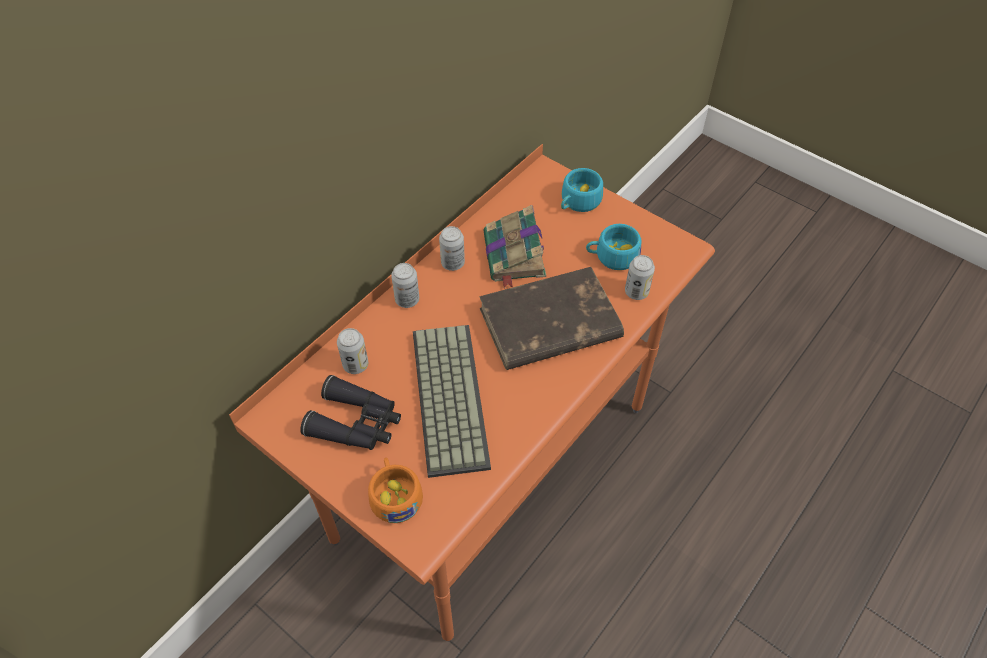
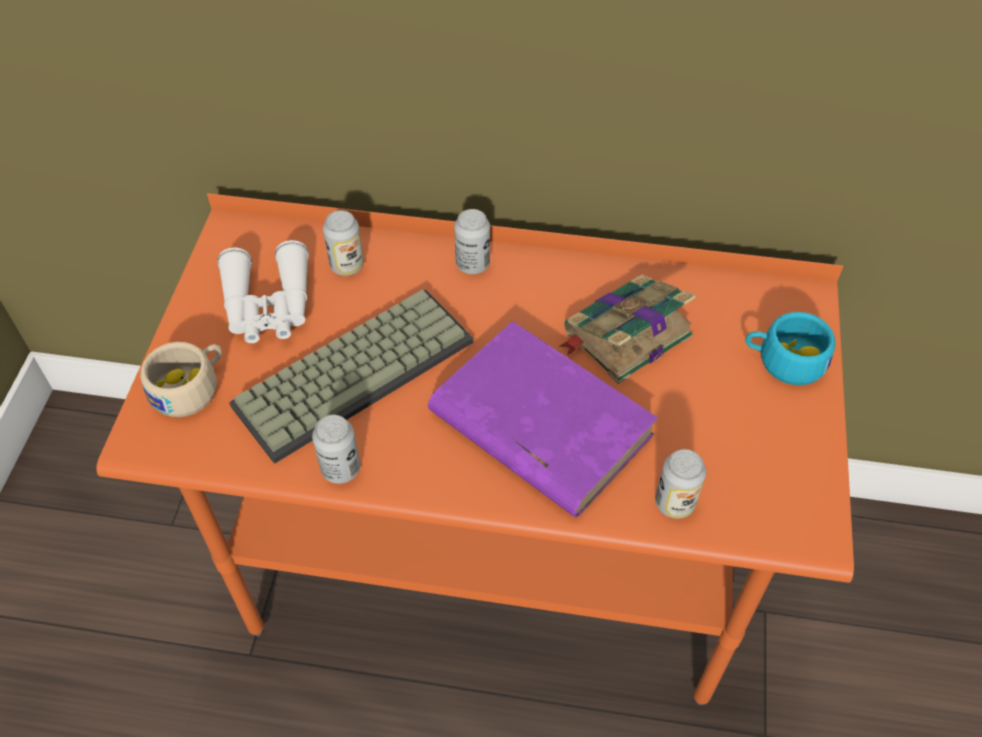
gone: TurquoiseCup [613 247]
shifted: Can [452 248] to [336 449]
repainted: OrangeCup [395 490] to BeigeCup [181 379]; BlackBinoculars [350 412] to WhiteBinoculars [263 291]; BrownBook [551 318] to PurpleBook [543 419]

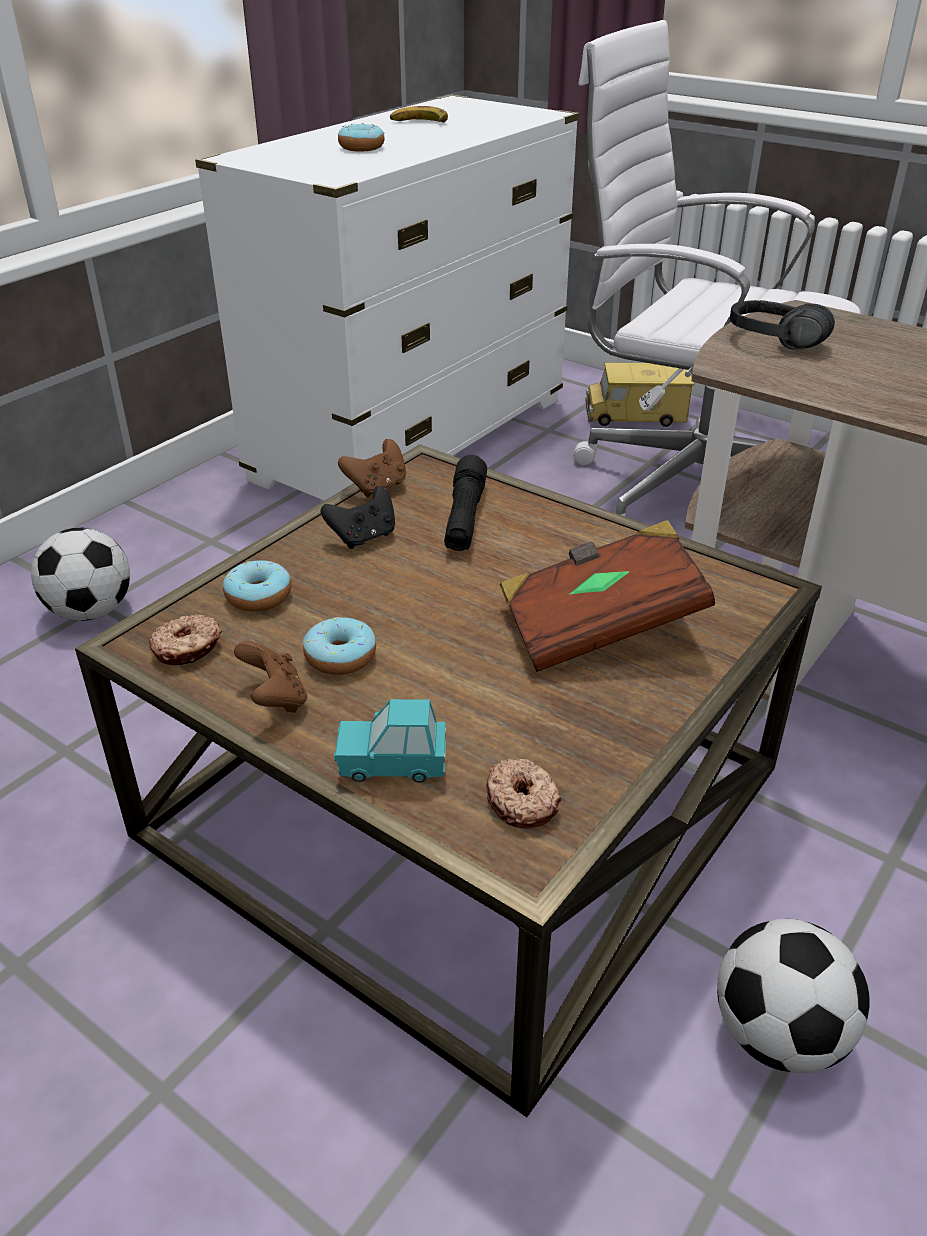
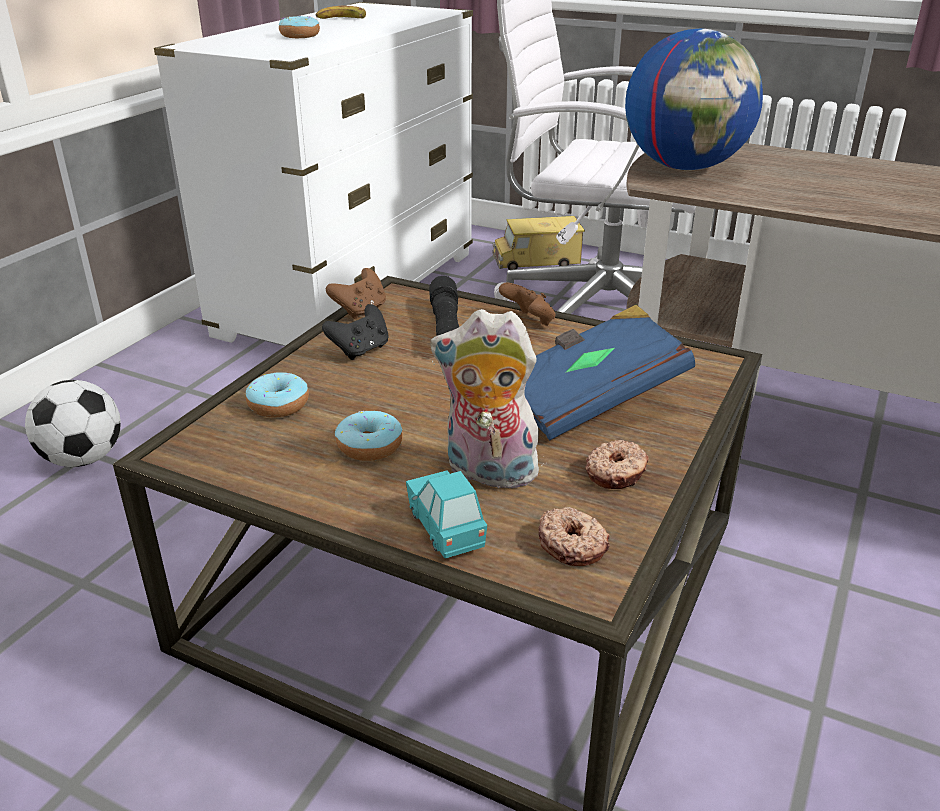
gone: Football [793 996]
new: PlushToy [486 401]
shifted: BrownGameController [270 677] to [527 304]; Donut [185 639] to [617 464]
swapped: BlackHeadphones [782 325] to Globe [694 99]
repainted: BrownBook [607 596] to BlueBook [609 372]
rotated: TurquoiseToyCar [390 741] = [446 514] 75 degrees clockwise

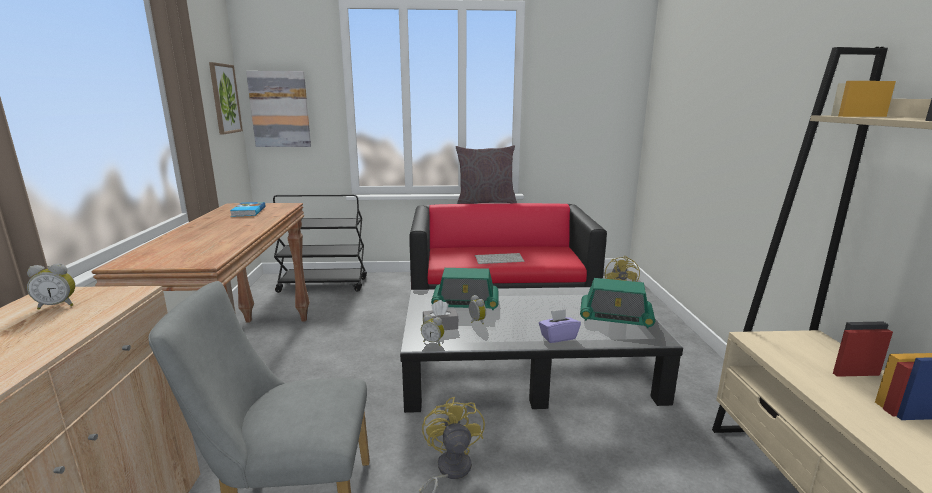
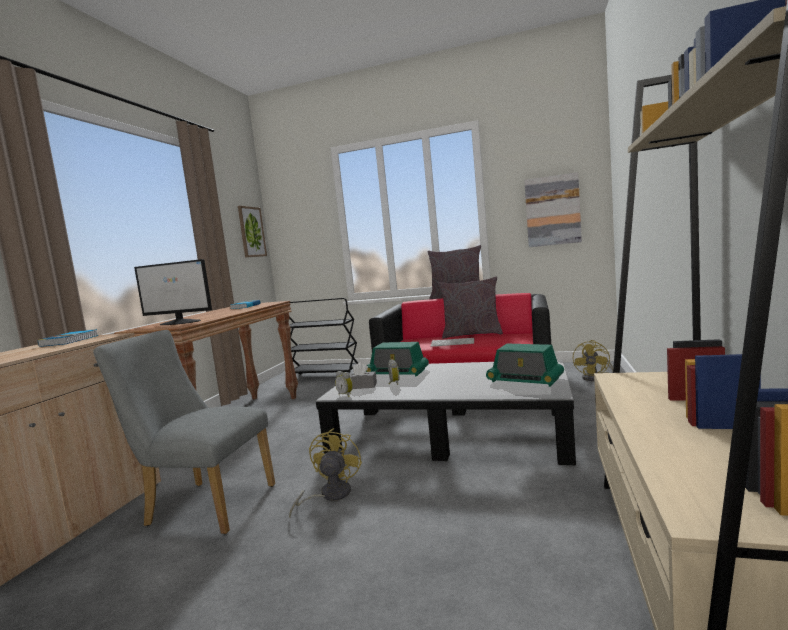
gone: PurpleTissueBox [560 326]
new: Monitor [173 292]; GreyPillow [471 307]
shifted: Picture [278 109] to [553 209]
swapped: AlarmClock [51 286] to Book [68 338]

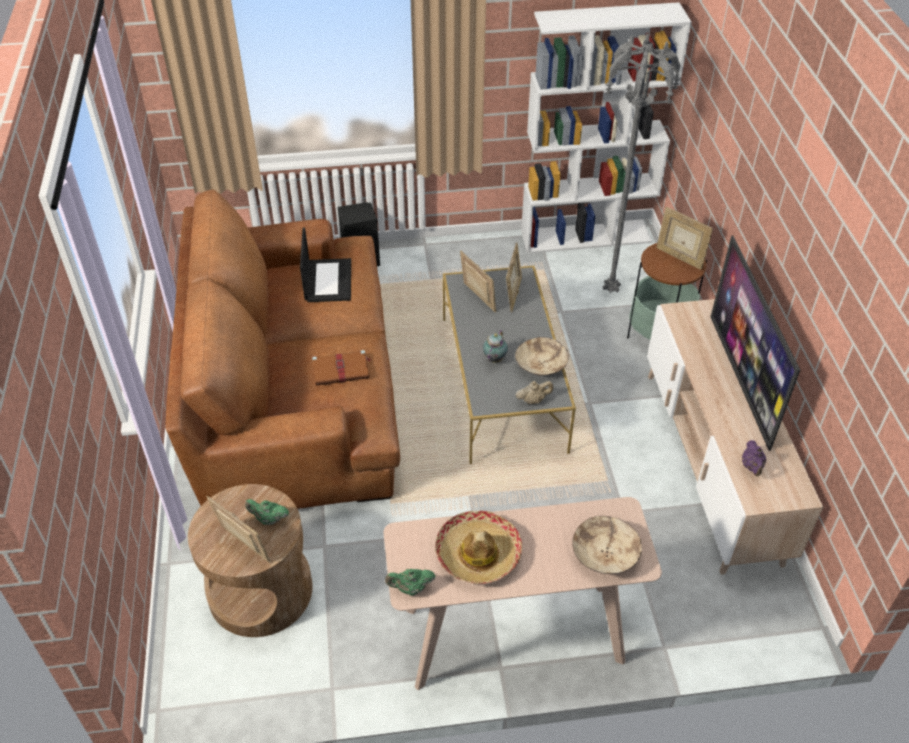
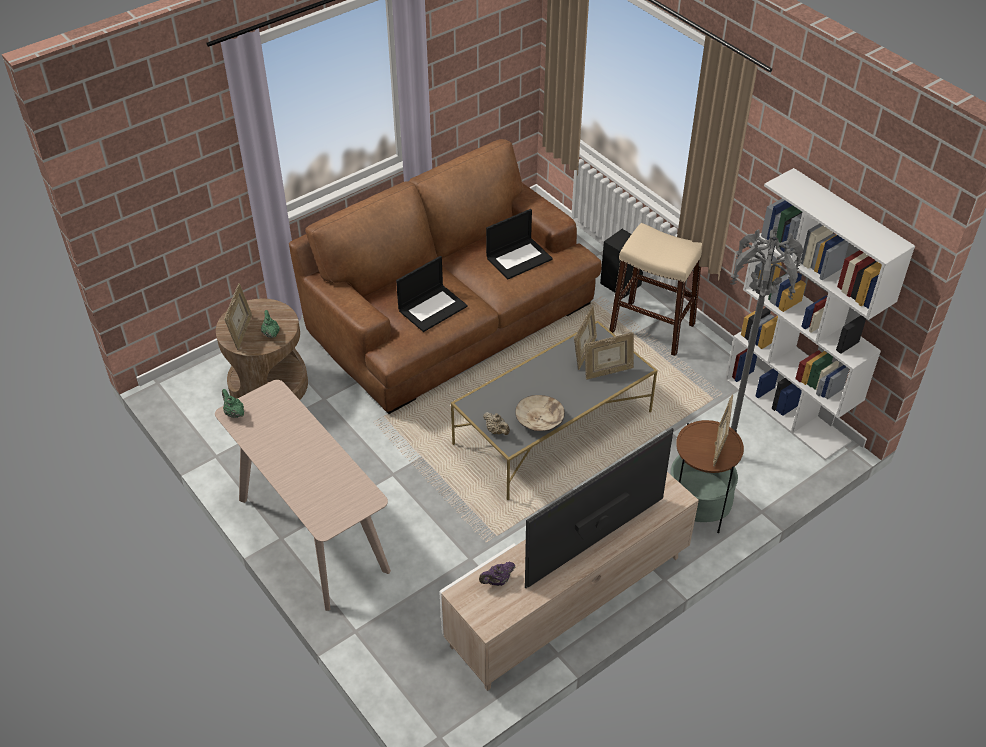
gone: Hat [478 547]; Teapot [495 346]; BeigeBowl [607 545]
new: BeigeStool [655 289]
swapped: BrownBook [341 367] to Laptop [431 294]

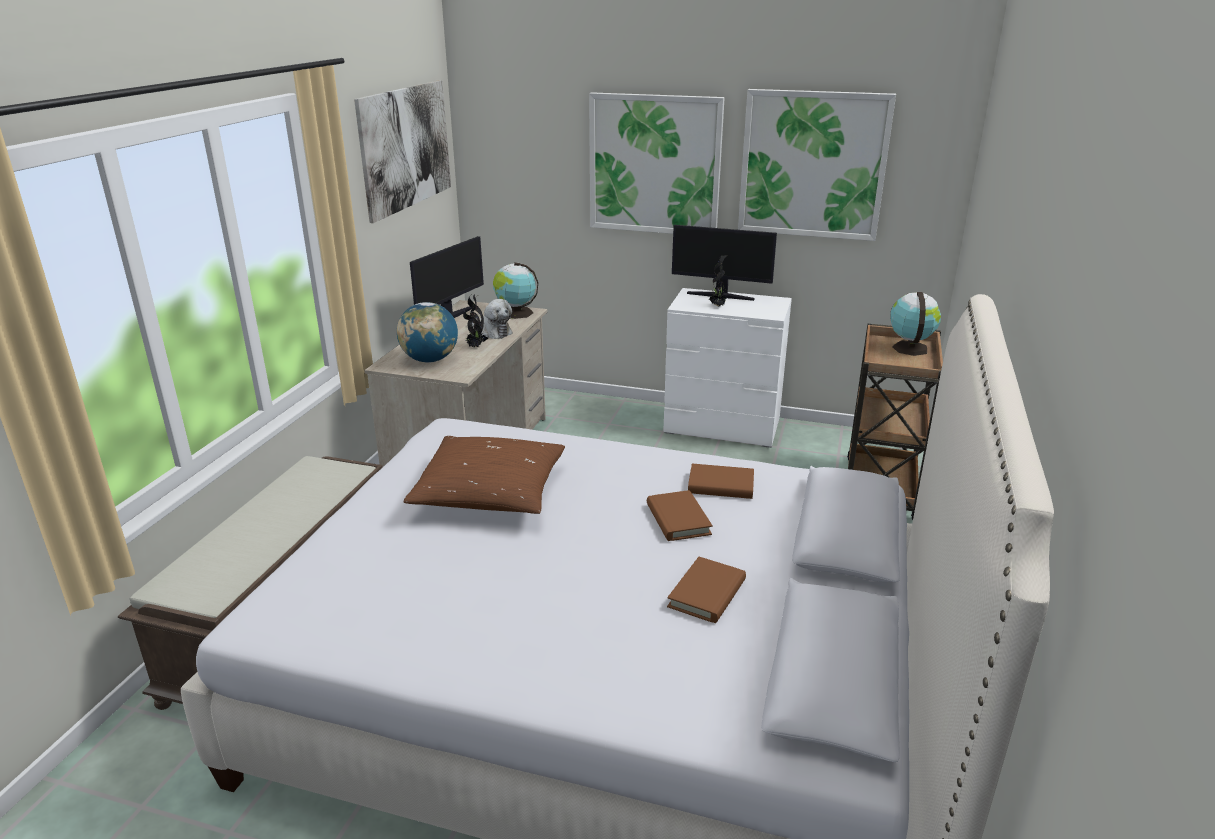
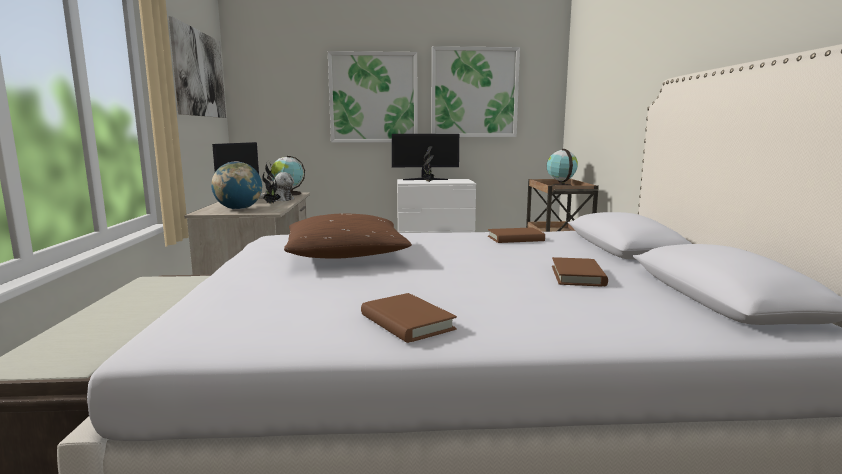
shifted: BrownBook [680 515] to [409 318]

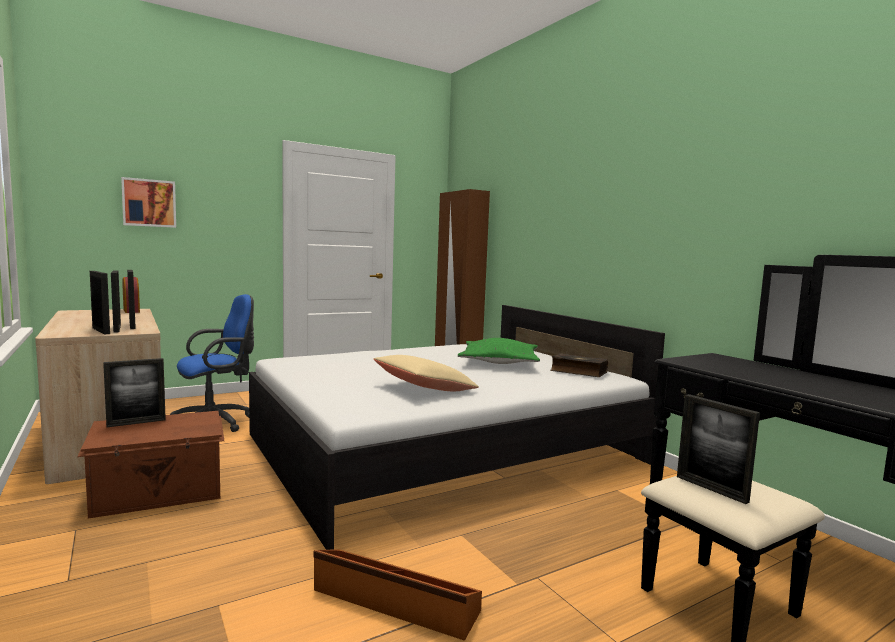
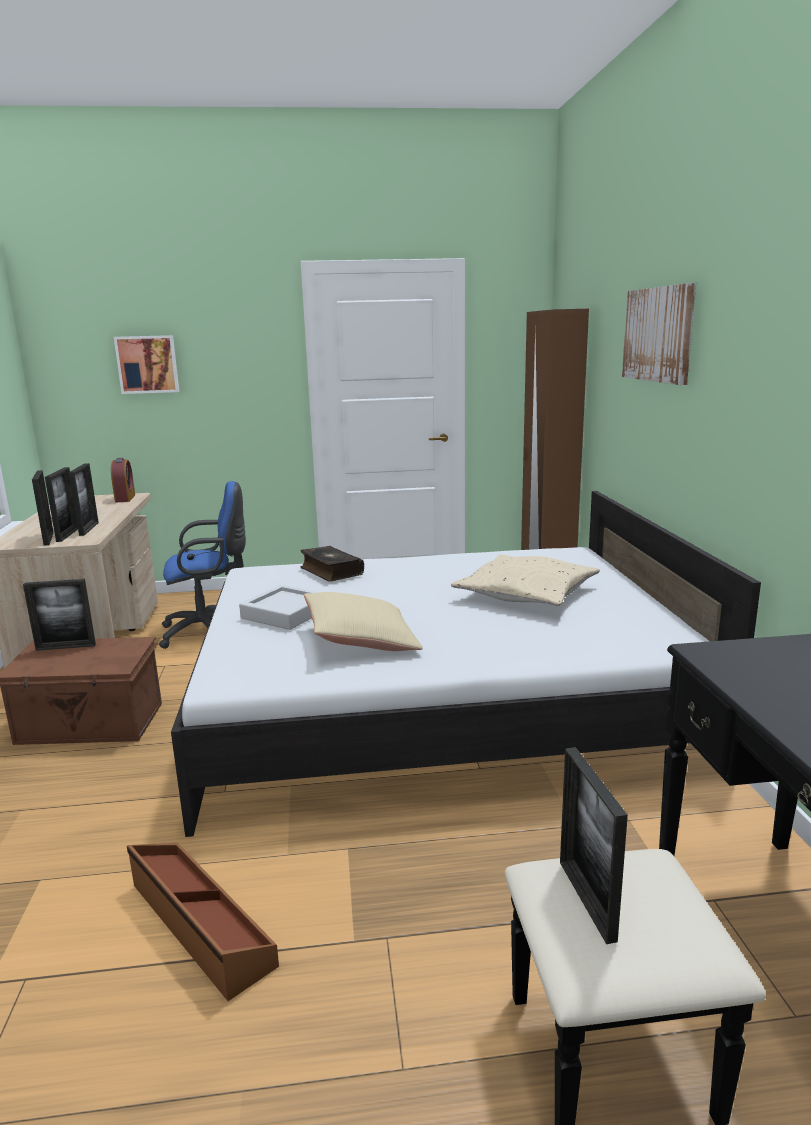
new: GreyTray [279 607]; Picture [659 334]
shifted: Book [579 365] to [332 564]
repainted: GreenPillow [499 351] to BeigePillow [525 580]

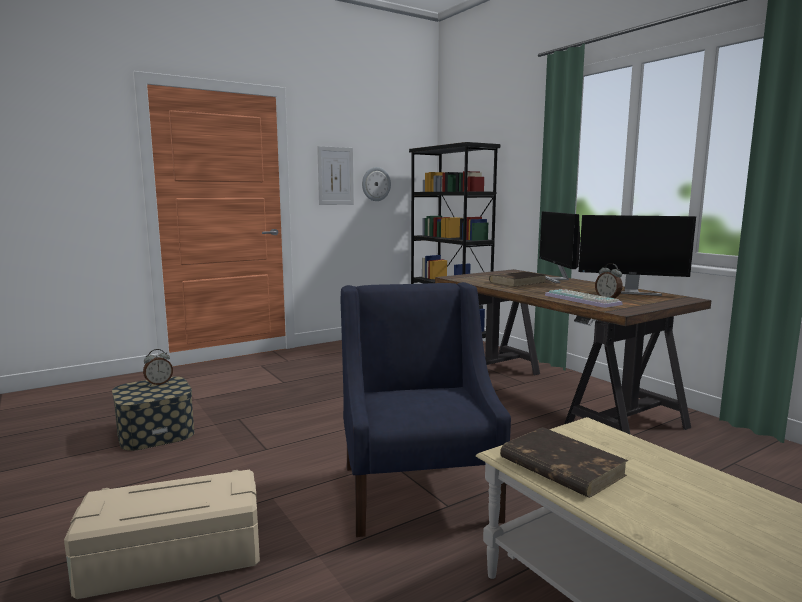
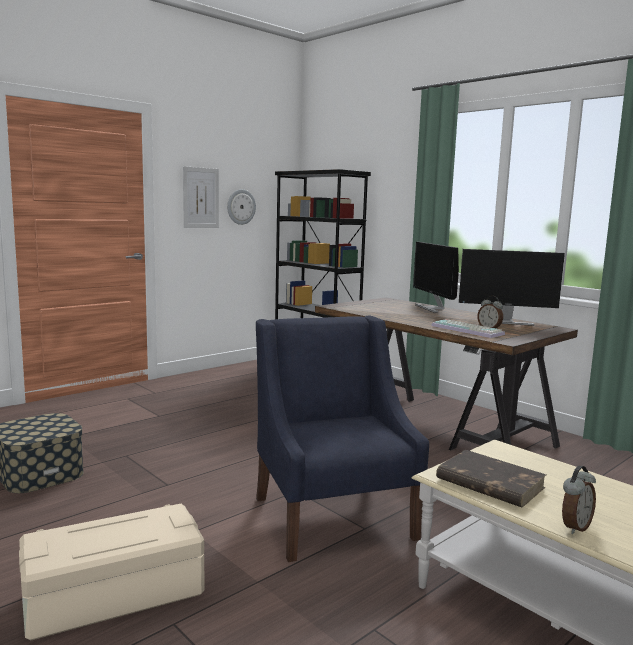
gone: BrownBook [517 279]
shifted: AlarmClock [158 367] to [579 499]

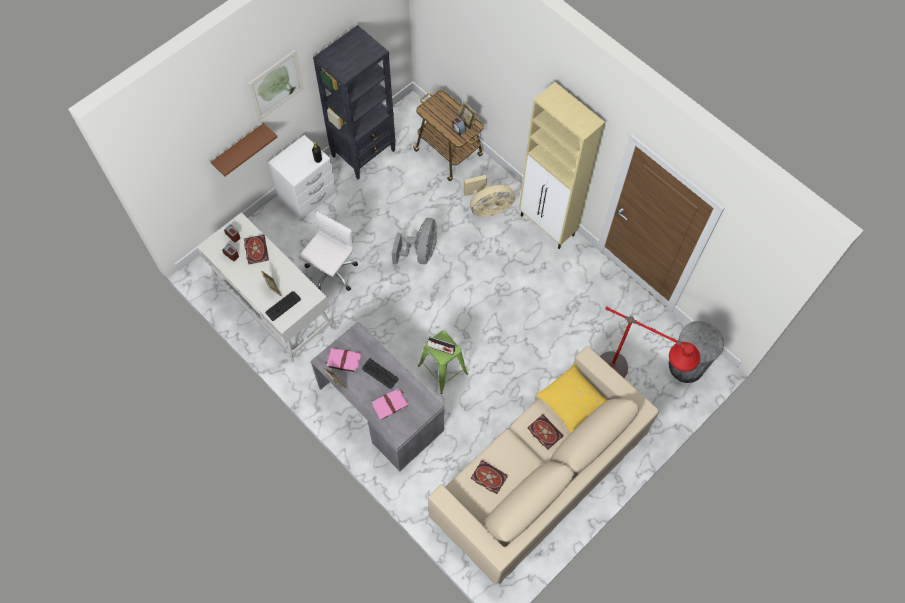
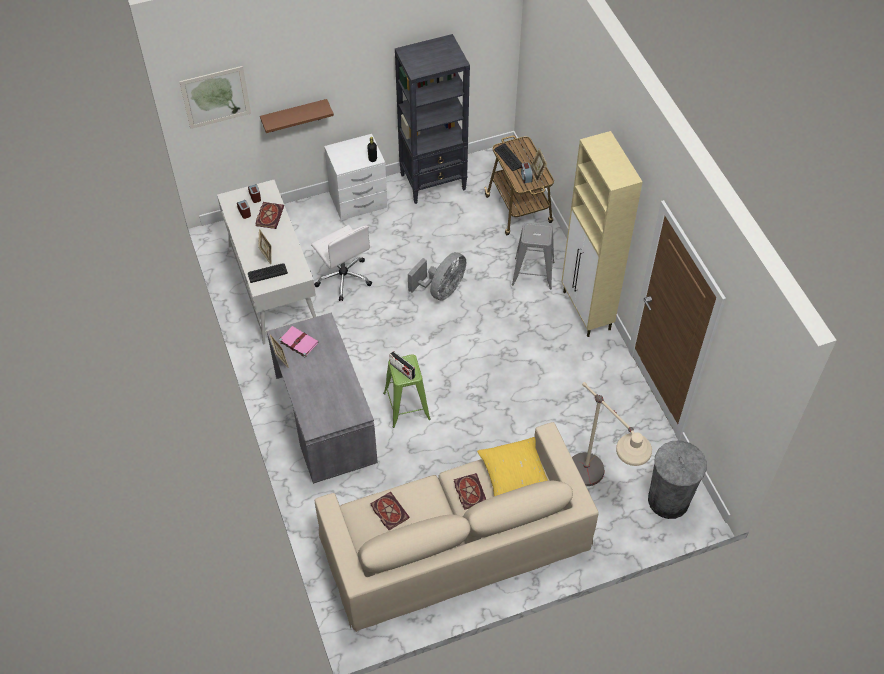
gone: PinkBook [389 404]
shifted: Picture [276 85] to [215 97]; Keyboard [380 373] to [508 157]
swapped: BeigeFan [489 196] to GreyStool [533 256]
repainted: RedFloorLamp [650 342] to BeigeFloorLamp [612 434]
rotated: WhiteOfficeChair [328 251] = [341 263] 90 degrees clockwise

